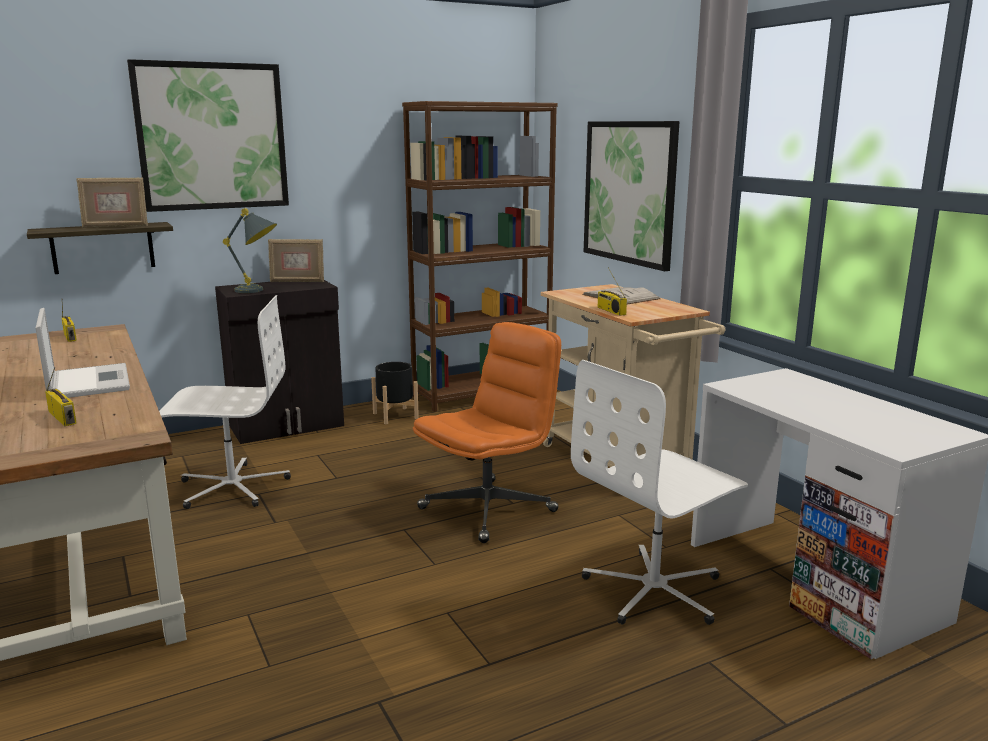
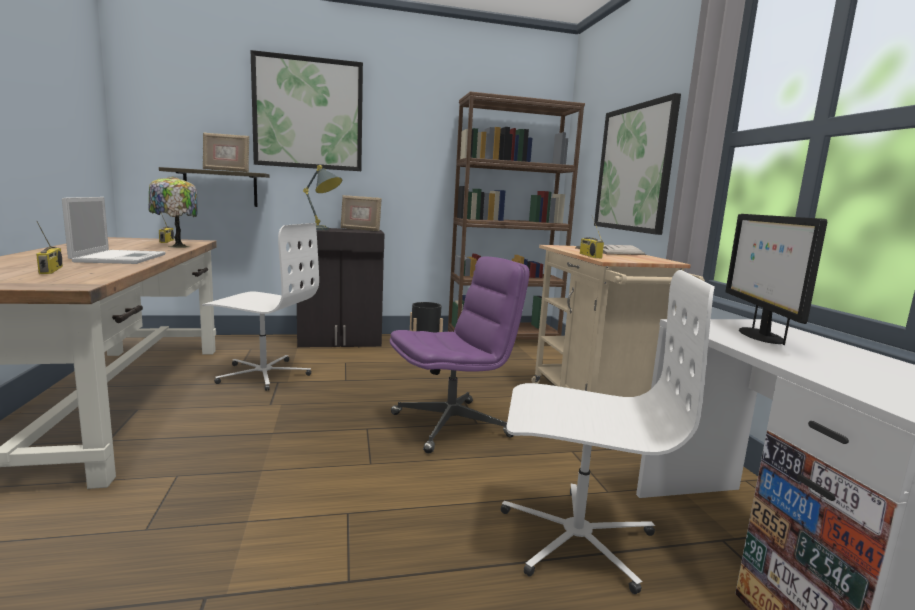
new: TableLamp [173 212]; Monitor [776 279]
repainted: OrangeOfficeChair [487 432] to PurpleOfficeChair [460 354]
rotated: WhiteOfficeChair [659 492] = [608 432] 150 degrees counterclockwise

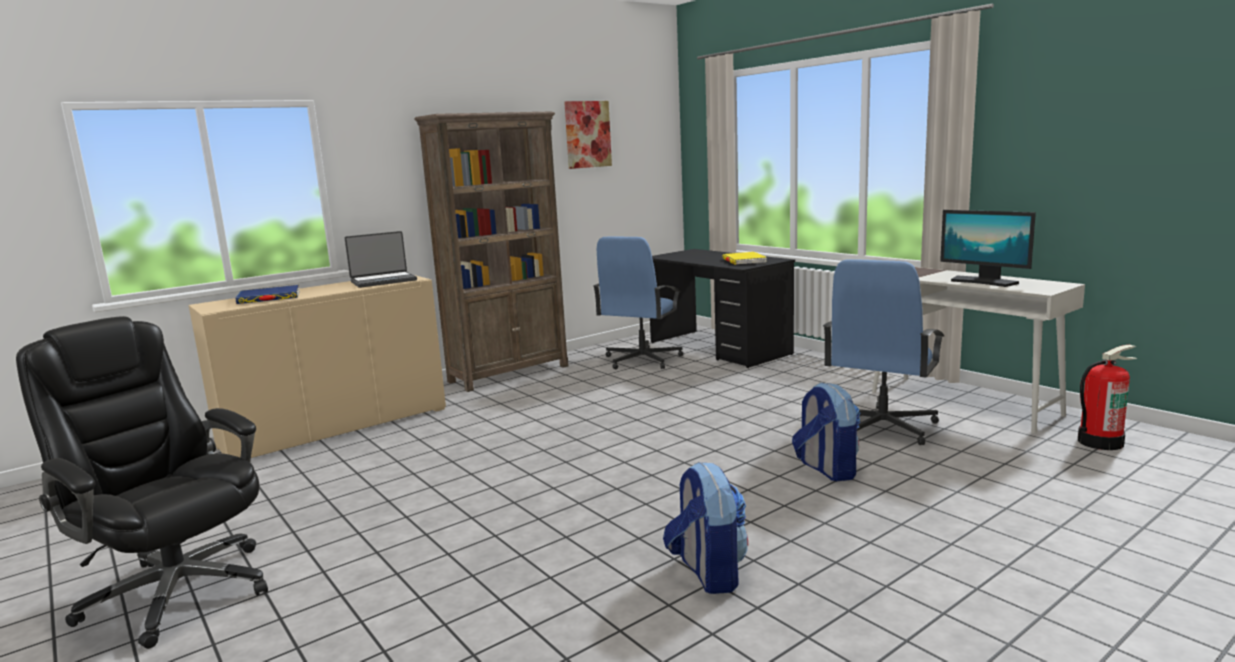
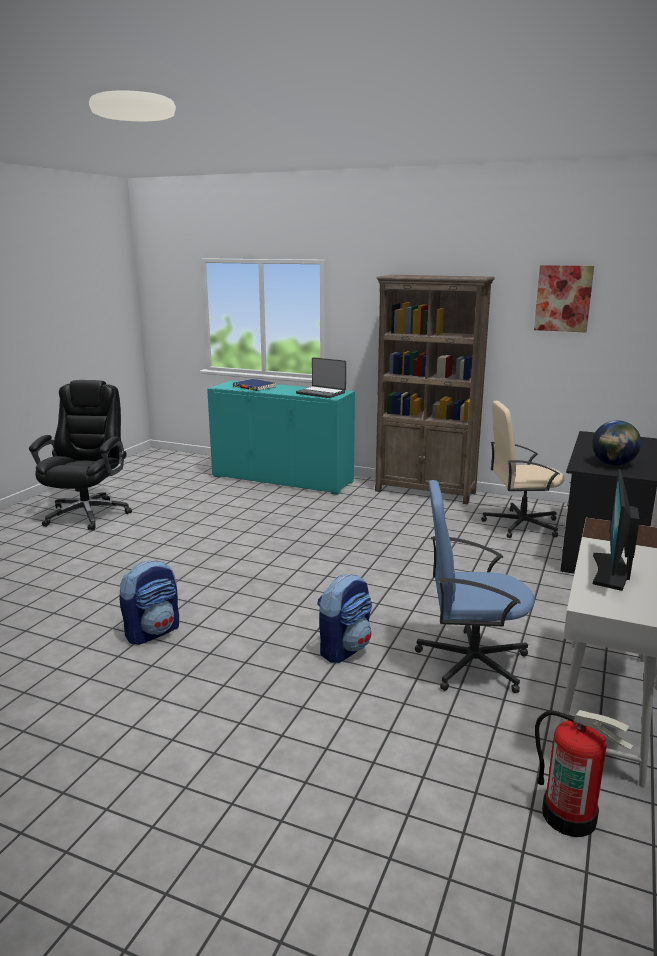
swapped: YellowBook [744 258] to Globe [616 443]
repainted: BeigeCabinet [317 366] to TurquoiseCabinet [281 438]; BlueOfficeChair [638 303] to BeigeOfficeChair [522 469]

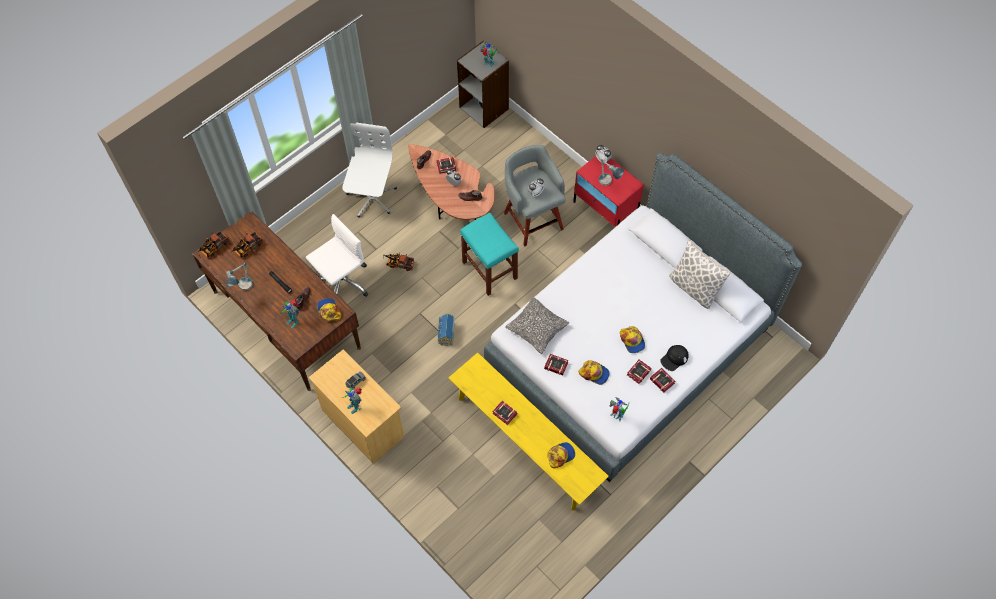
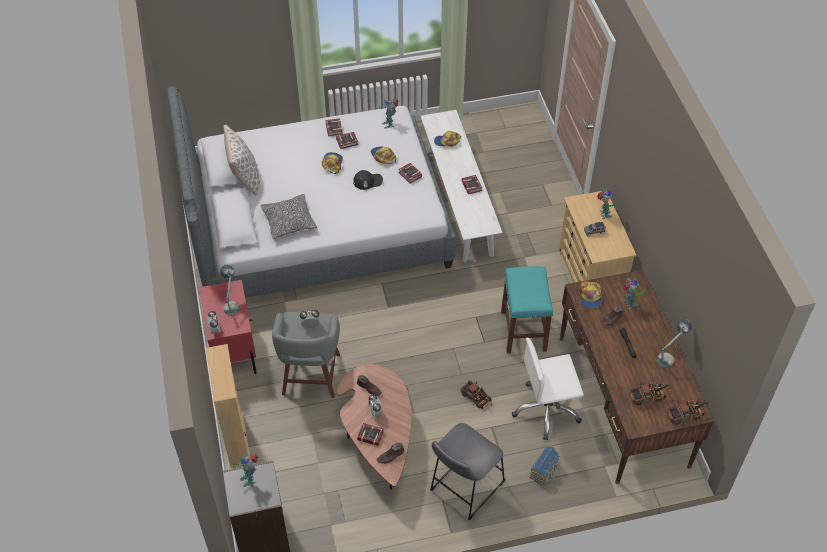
new: BeigeBookcase [228 406]
shifted: Pillow [537 325] to [289 216]; BlackCap [674 358] to [368 180]; TurquoiseStool [489 254] to [527 309]; ToyHouse [446 330] to [544 466]
swapped: WhiteOfficeChair [369 169] to GreyStool [467 471]
repainted: YellowBench [528 431] to WhiteBench [462 186]

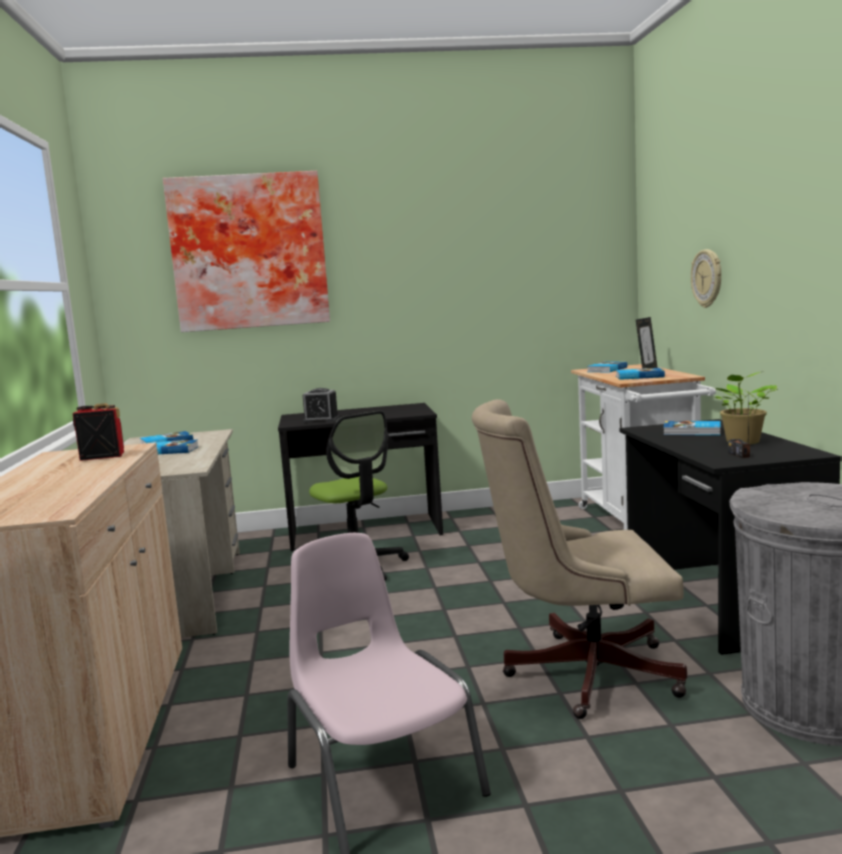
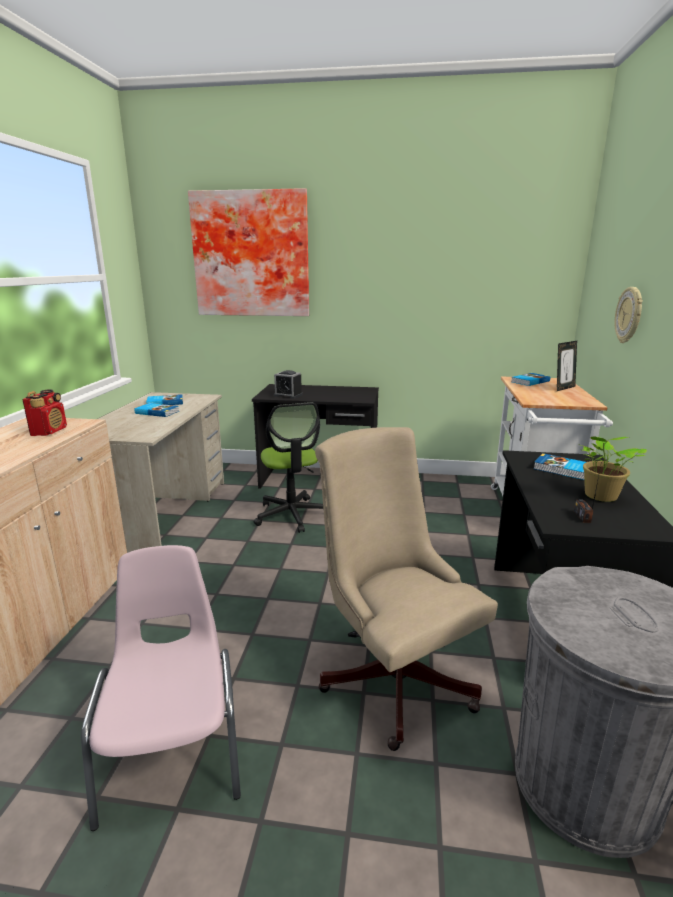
gone: Book [640 374]
rotated: Radio [98 432] = [44 413] 90 degrees clockwise; BeigeOfficeChair [579 559] = [406 589] 45 degrees clockwise

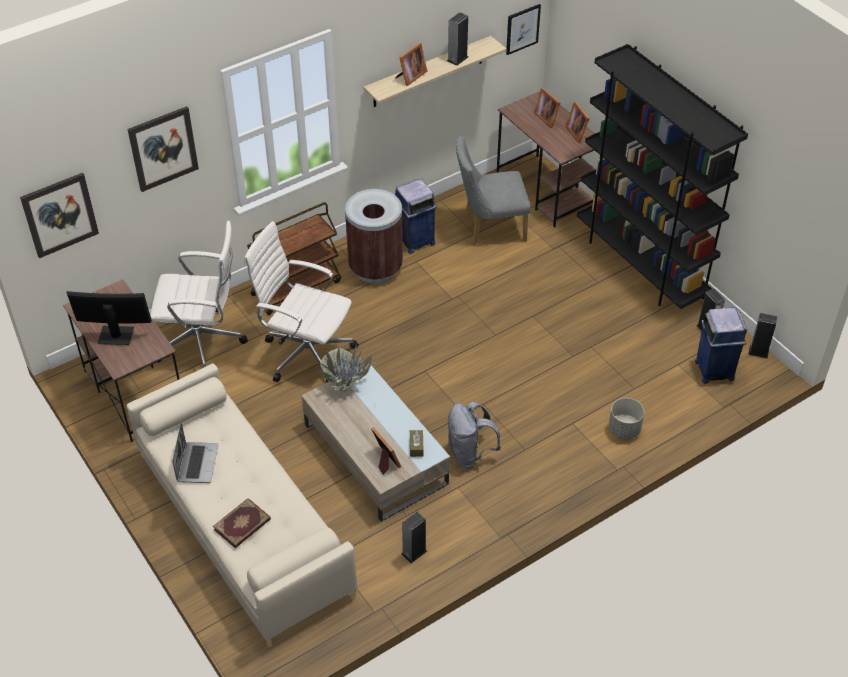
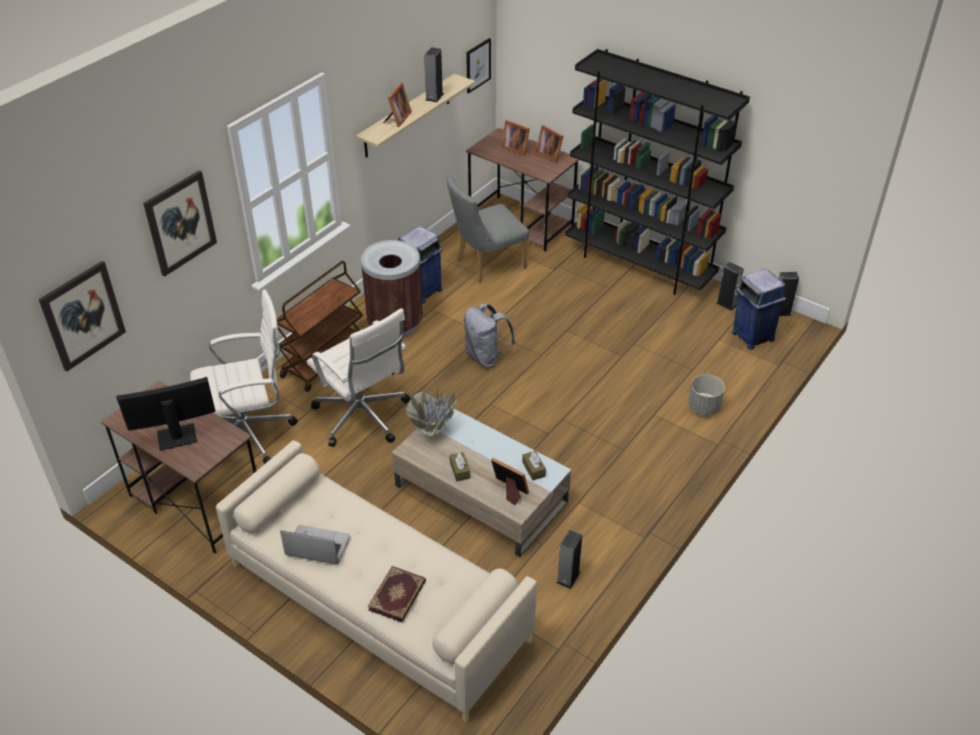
new: BrownTissueBox [460 467]
shifted: GreyBackpack [474 435] to [490 335]
rotated: Laptop [195 453] = [315 545] 60 degrees counterclockwise; WhiteOfficeChair [301 301] = [358 377] 135 degrees counterclockwise

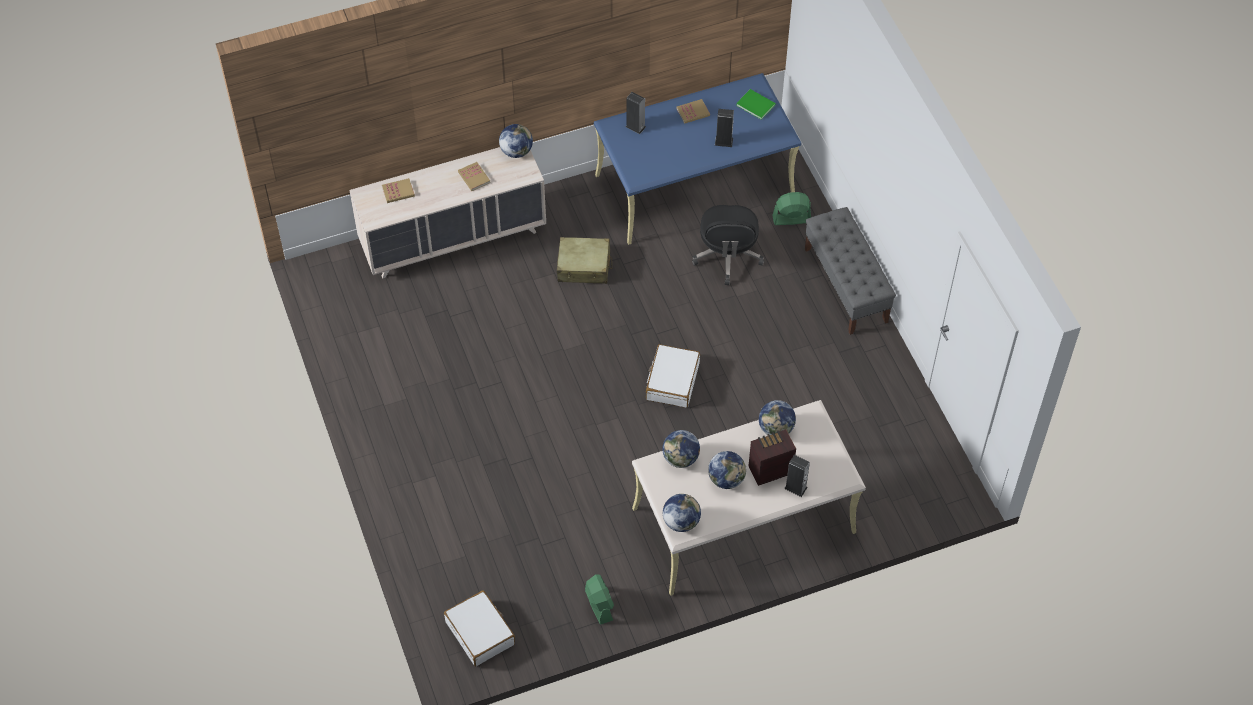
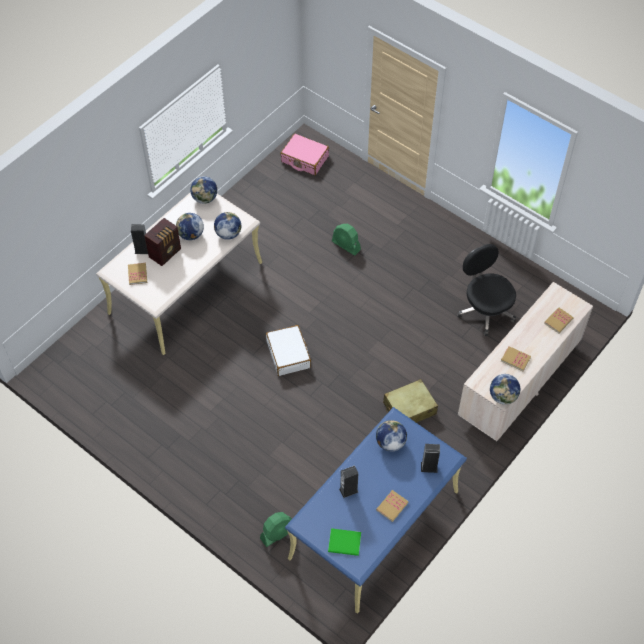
gone: GreyBench [850 271]
new: Book [137 274]
shifted: GreenFan [599 599] to [346 240]; Globe [777 417] to [391 436]; BlackOfficeChair [728 245] to [486 290]
repainted: WhiteSuitcase [479 628] to PinkSuitcase [304 154]

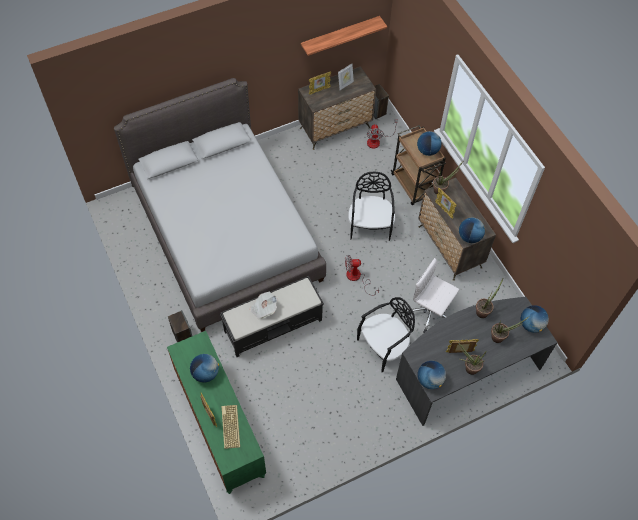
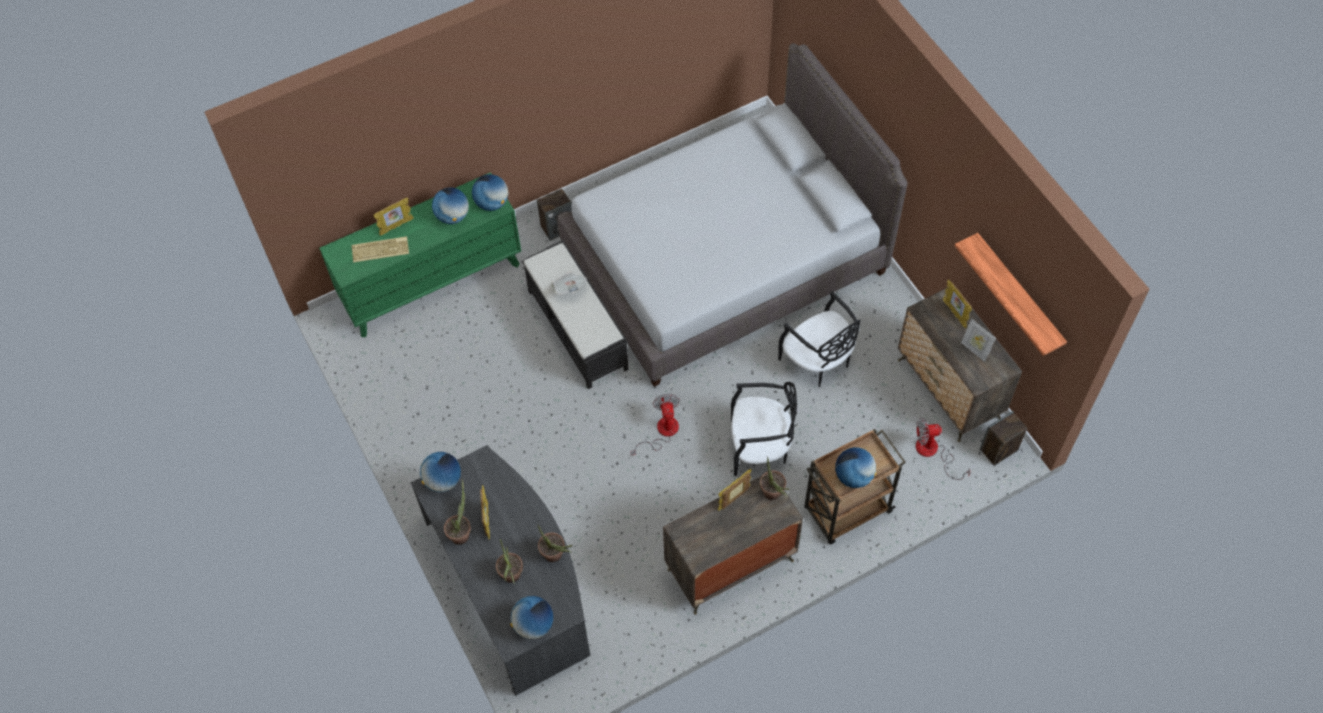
gone: WhiteOfficeChair [433 295]
shifted: Globe [472 230] to [490 192]; BlackChair [386 334] to [819 339]

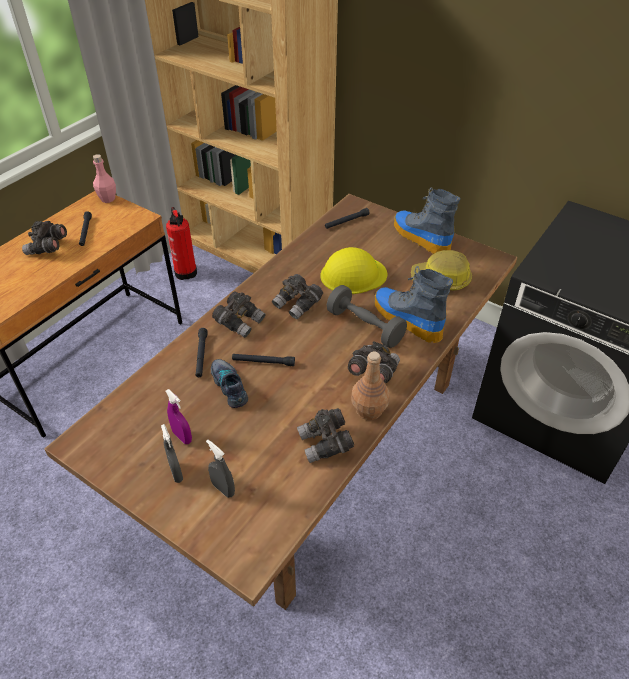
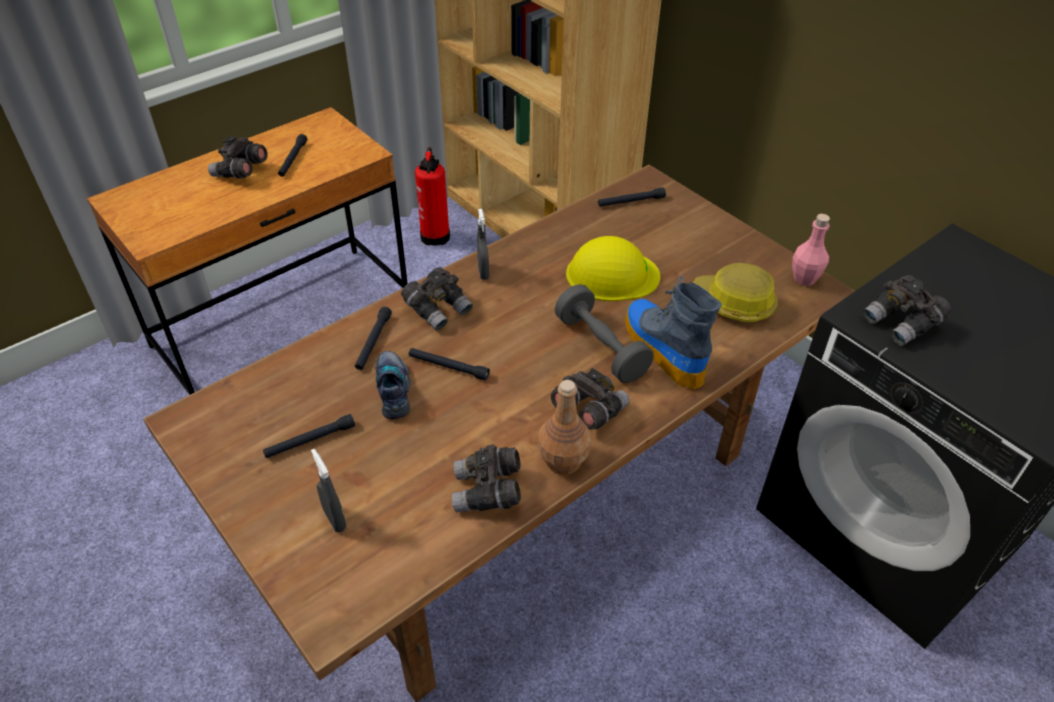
gone: Boot [427 220]
shifted: GreySprayBottle [172 453] to [483 244]; PinkBottle [104 178] to [811 250]; GreyBinoculars [297 296] to [907 310]
swapped: PurpleSprayBottle [178 416] to BlackFlashlight [309 436]

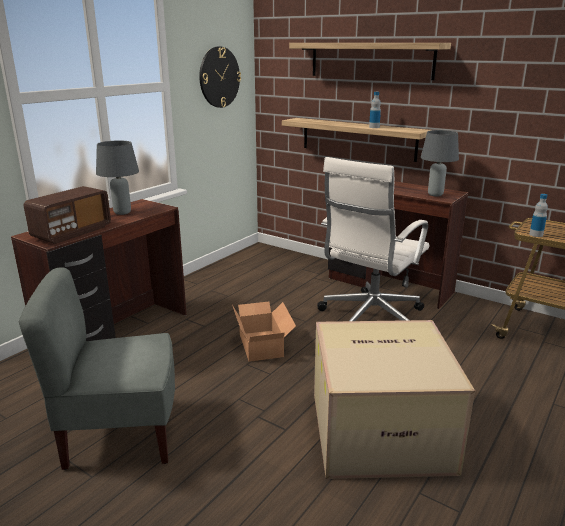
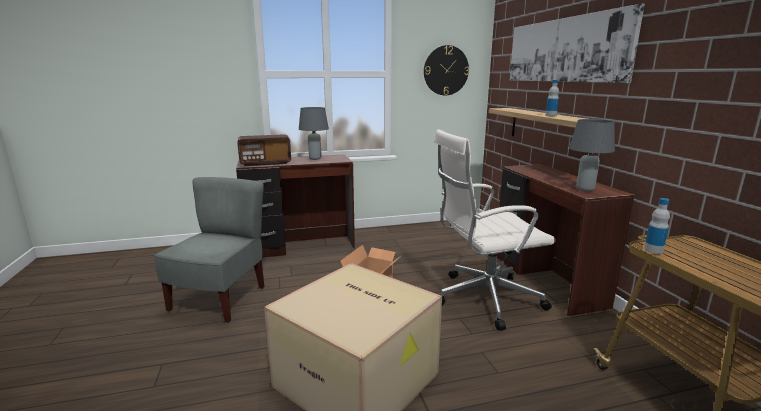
swapped: Shelf [370 61] to Picture [577 43]
rotated: GreyChair [97 368] = [209 250] 75 degrees clockwise

